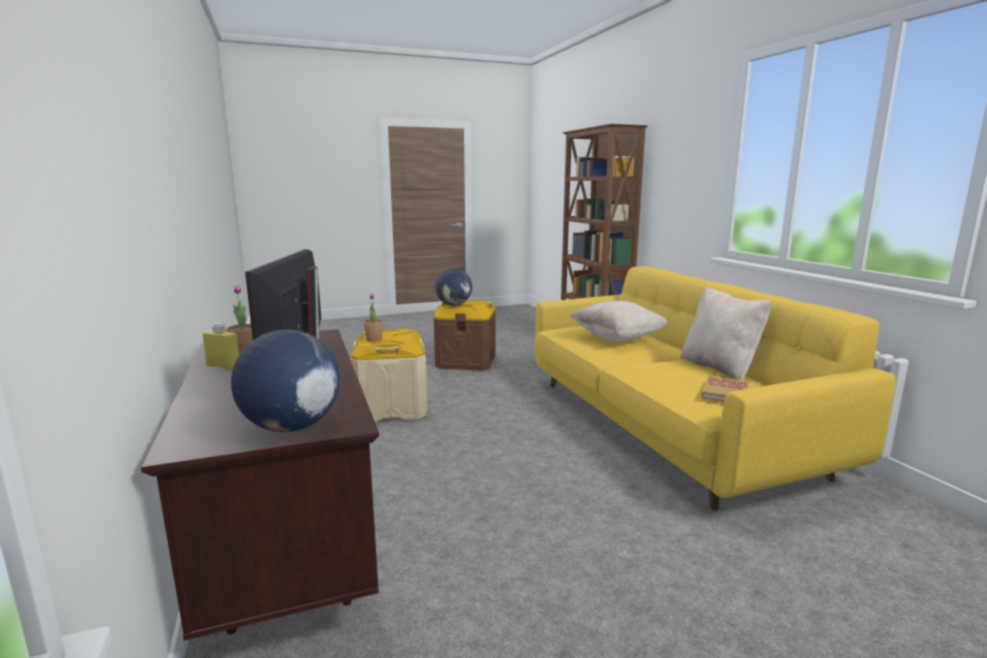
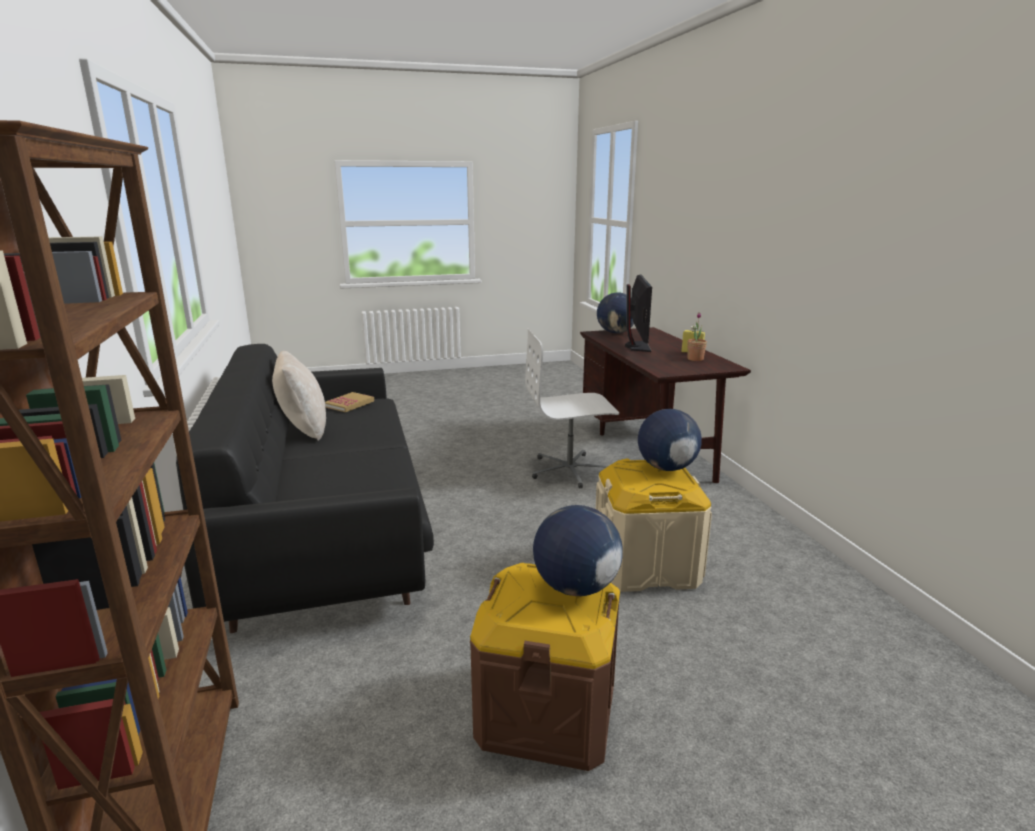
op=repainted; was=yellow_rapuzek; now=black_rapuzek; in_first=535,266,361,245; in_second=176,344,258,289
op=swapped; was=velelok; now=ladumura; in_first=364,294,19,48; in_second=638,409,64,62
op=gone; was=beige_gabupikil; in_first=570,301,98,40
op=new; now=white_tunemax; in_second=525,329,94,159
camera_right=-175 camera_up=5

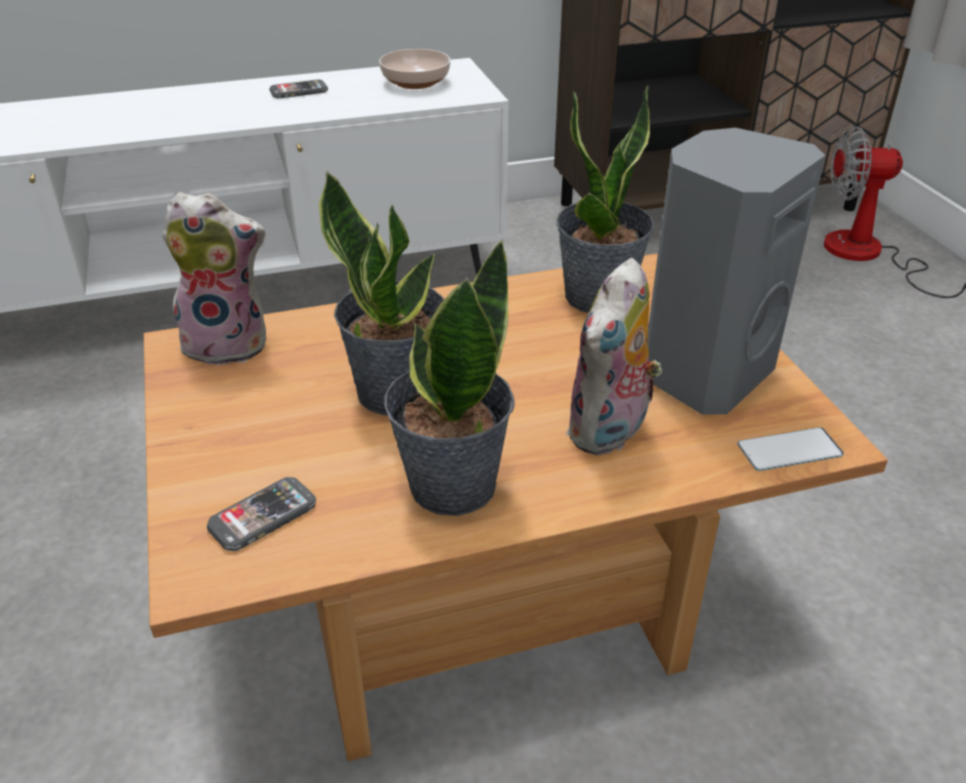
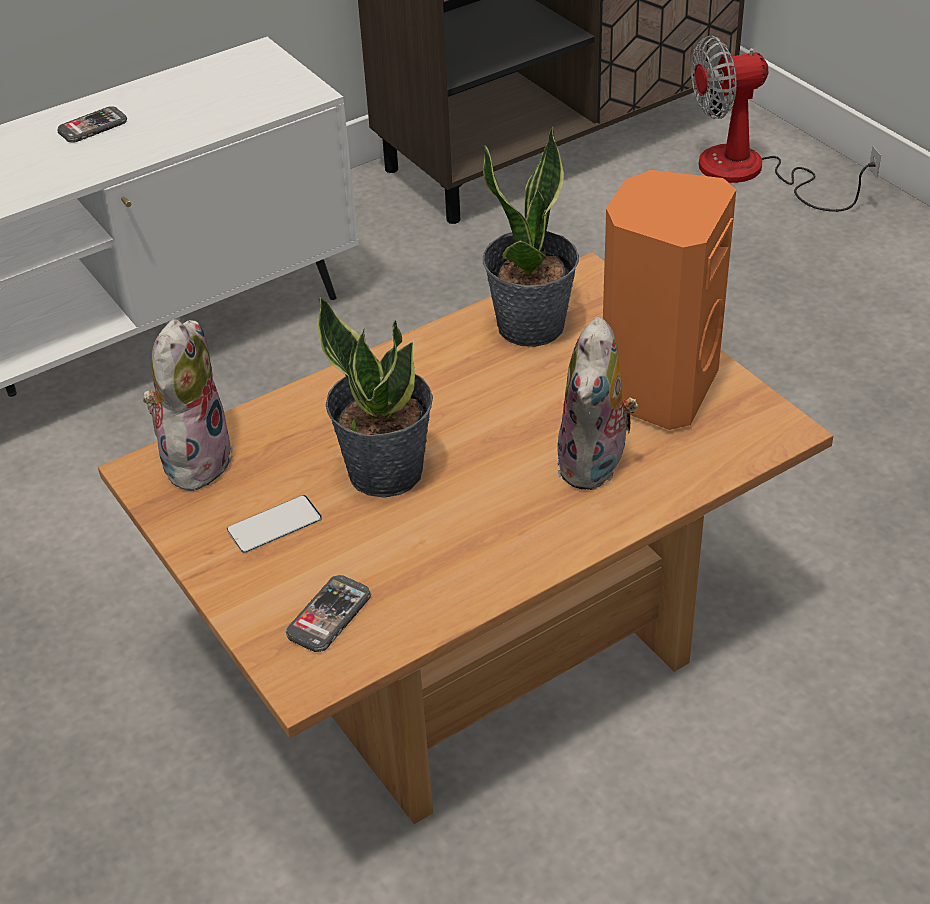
op=gone; was=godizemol; in_first=379,49,71,40
op=repainted; was=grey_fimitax; now=orange_fimitax; in_first=647,128,179,287; in_second=603,170,133,260
op=rotated; was=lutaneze; in_first=162,192,104,173; in_second=143,319,91,175; clockwise=-60
op=gone; was=velelok; in_first=384,239,131,277
op=shifted; was=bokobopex; in_first=737,427,107,44; in_second=227,495,95,58
camera_right=-15 camera_up=5

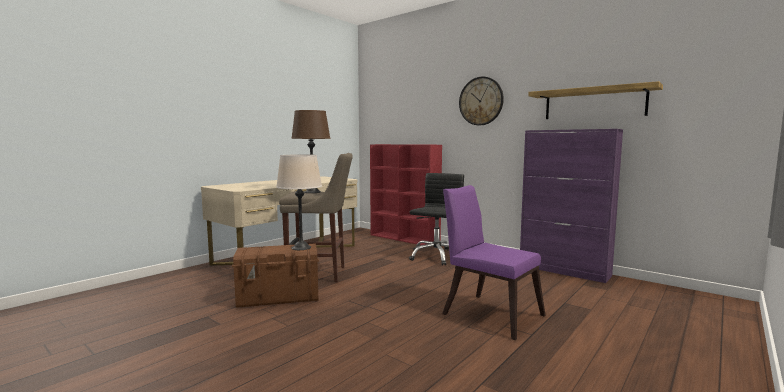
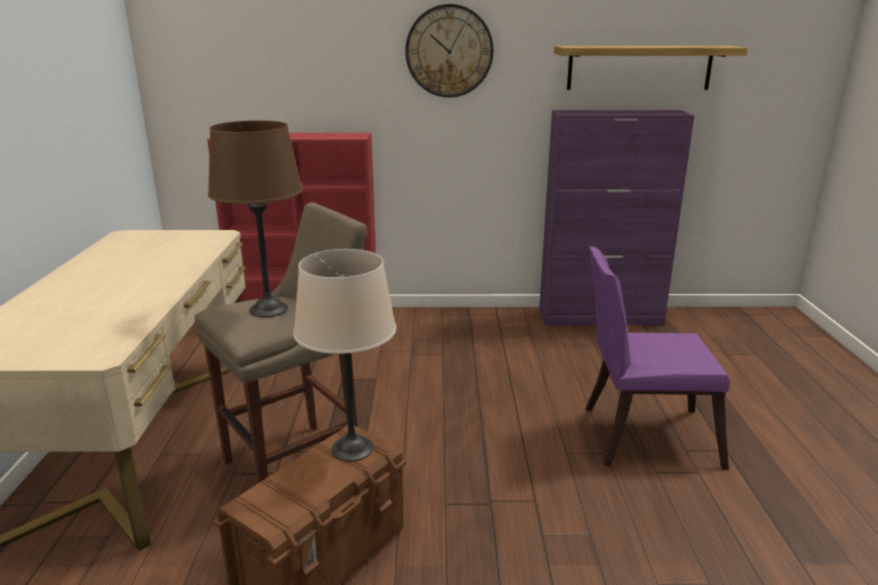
op=gone; was=black_tunemax; in_first=409,173,55,92
camera_right=-40 camera_up=15

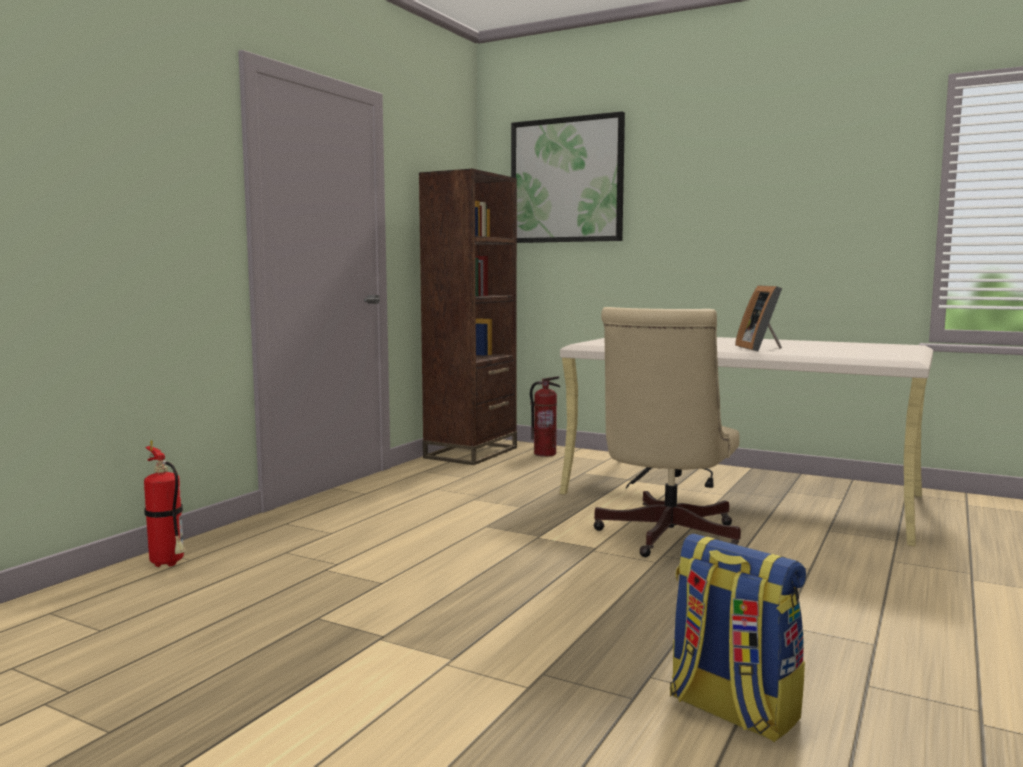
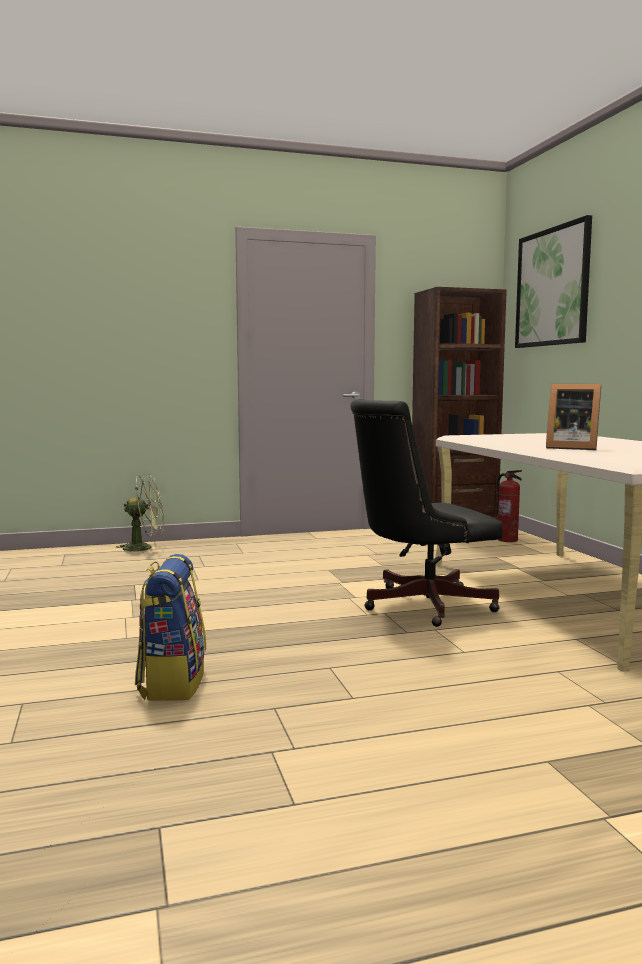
op=rotated; was=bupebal; in_first=735,285,47,66; in_second=546,384,55,66; clockwise=-105
op=repainted; was=beige_tunemax; now=black_tunemax; in_first=593,307,148,250; in_second=350,399,153,228
op=swapped; was=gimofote; now=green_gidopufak; in_first=144,440,42,127; in_second=115,474,49,80
camera_right=45 camera_up=0

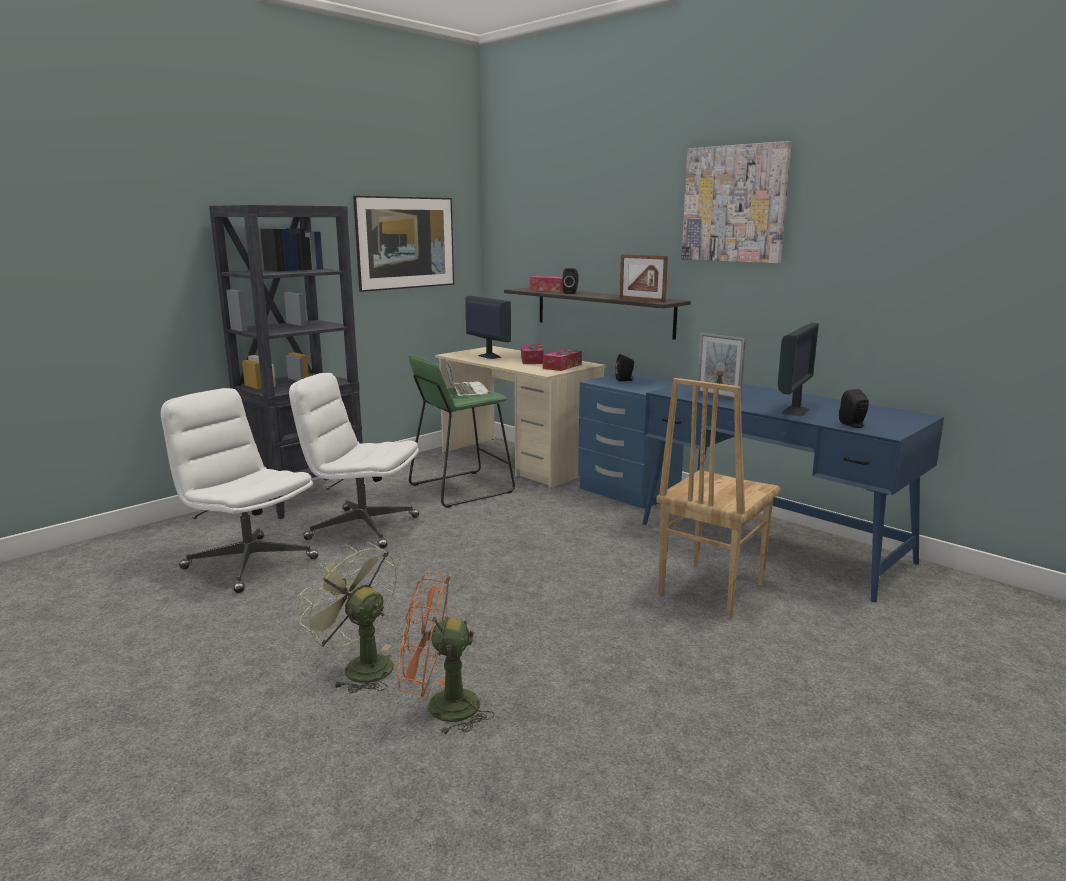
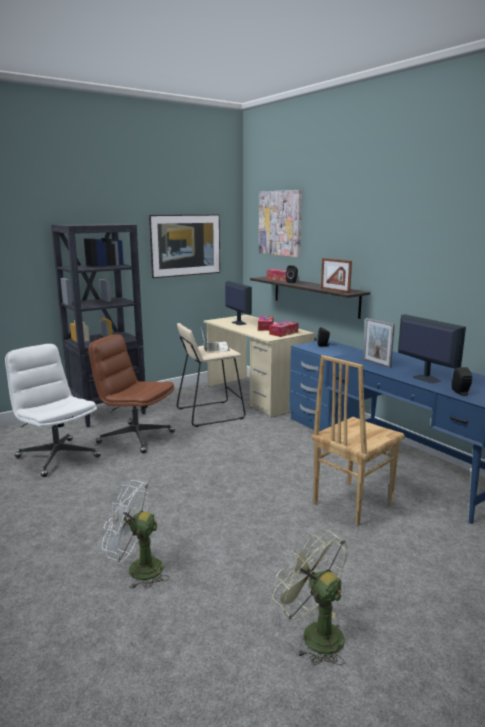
op=shifted; was=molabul; in_first=681,141,111,122; in_second=259,190,43,67
op=rotated; was=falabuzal; in_first=778,323,41,93; in_second=398,314,68,70; clockwise=-75
op=repainted; was=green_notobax; now=beige_notobax; in_first=409,355,106,153; in_second=177,323,69,104
op=repainted; was=white_tunemax; now=brown_tunemax; in_first=289,373,130,175; in_second=88,334,87,119
op=shifted; was=green_gidopufak; in_first=299,542,98,151; in_second=272,530,76,135
op=repainted; was=orange_gidopufak; now=white_gidopufak; in_first=398,572,96,164; in_second=102,480,68,109
camera_right=10 camera_up=0

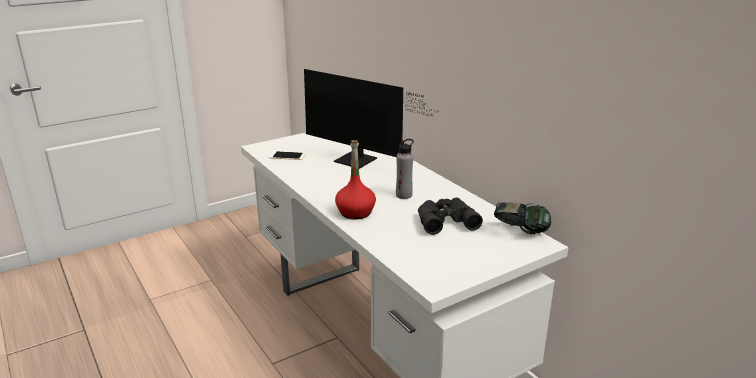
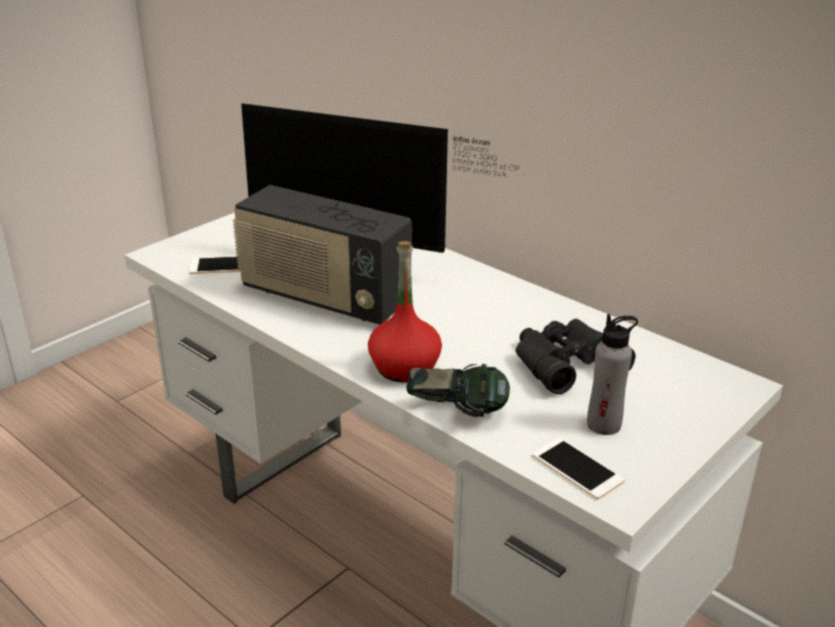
op=shifted; was=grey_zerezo; in_first=396,137,18,62; in_second=587,314,51,121
op=shifted; was=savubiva; in_first=494,202,57,32; in_second=406,364,104,53
op=new; now=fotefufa; in_second=233,185,178,140
op=new; now=bokobopex; in_second=532,438,93,61
camera_right=-15 camera_up=5

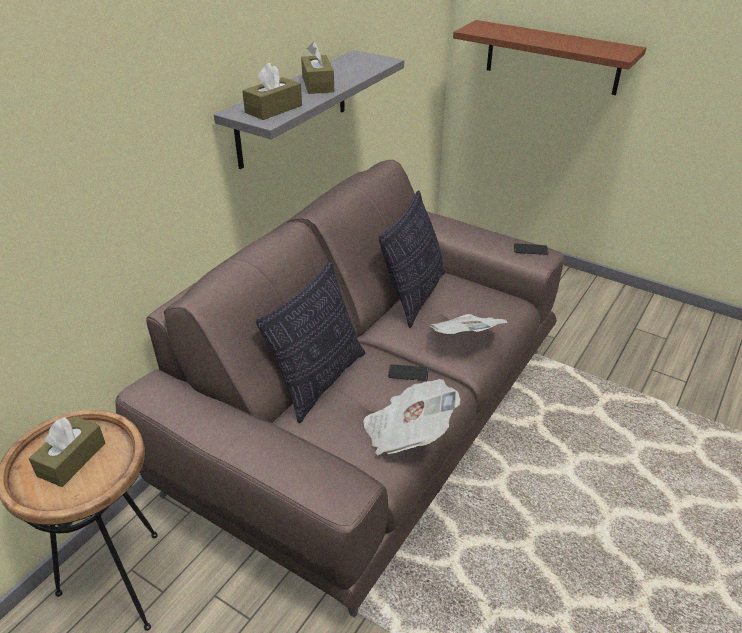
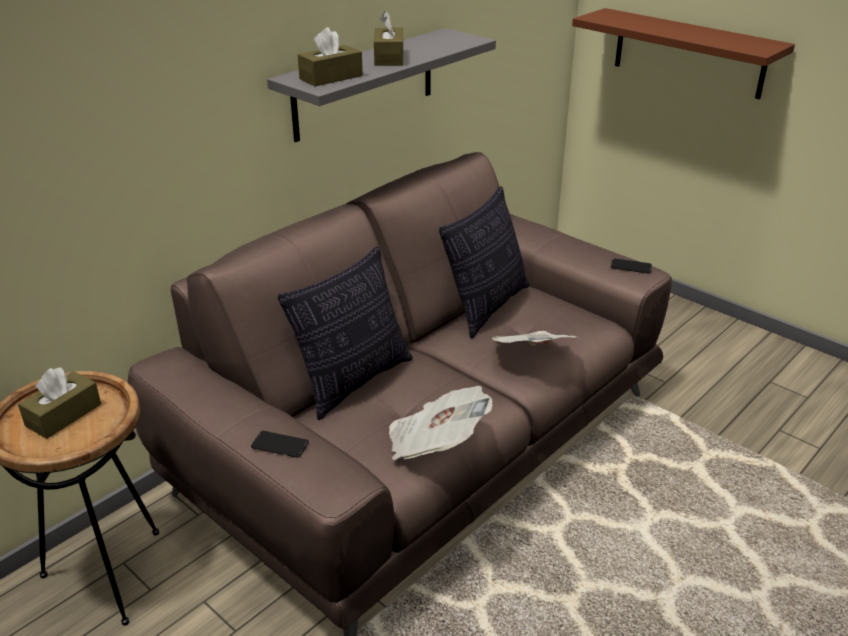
op=shifted; was=bokobopex; in_first=388,364,40,17; in_second=251,431,58,27
camera_right=10 camera_up=-5

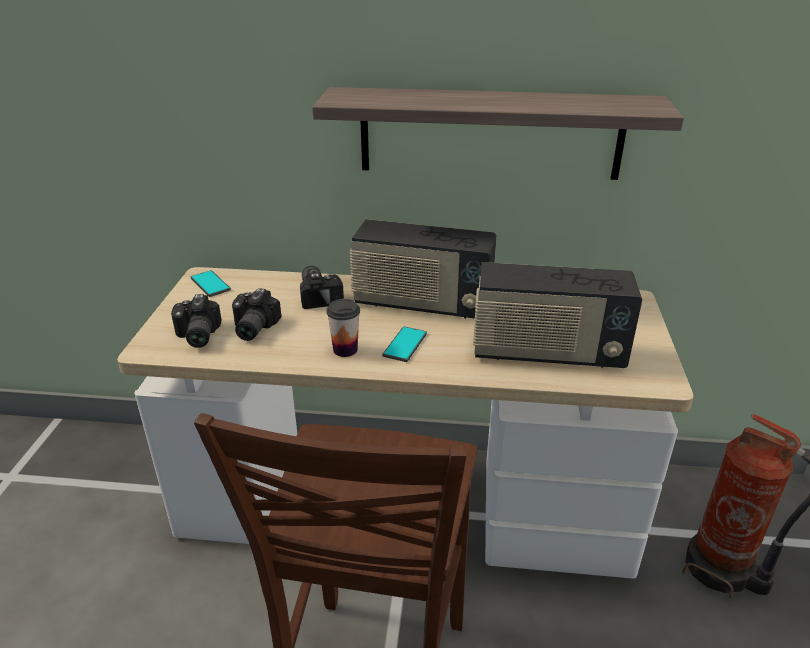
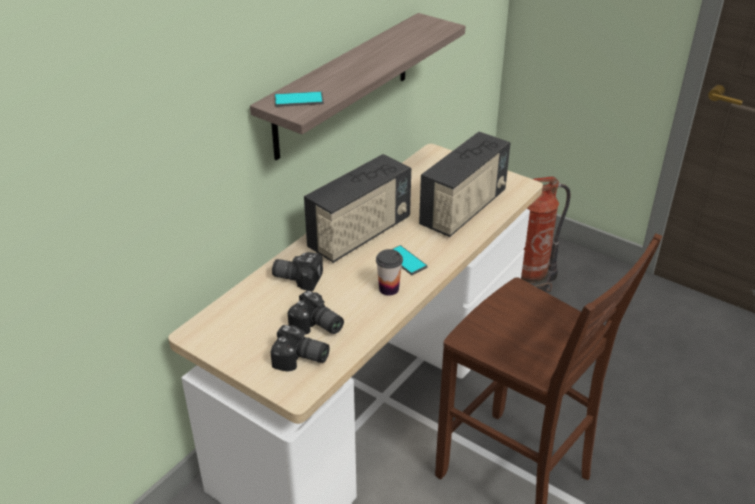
op=shifted; was=bokobopex; in_first=191,270,40,27; in_second=275,91,49,16
camera_right=-60 camera_up=5

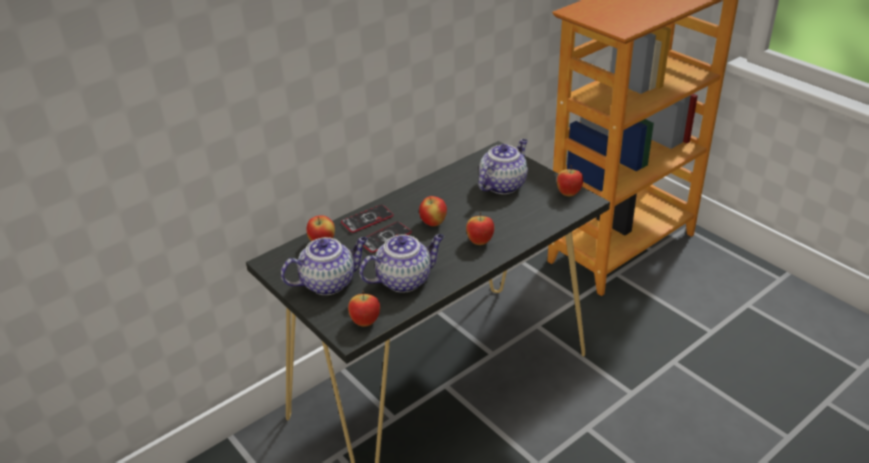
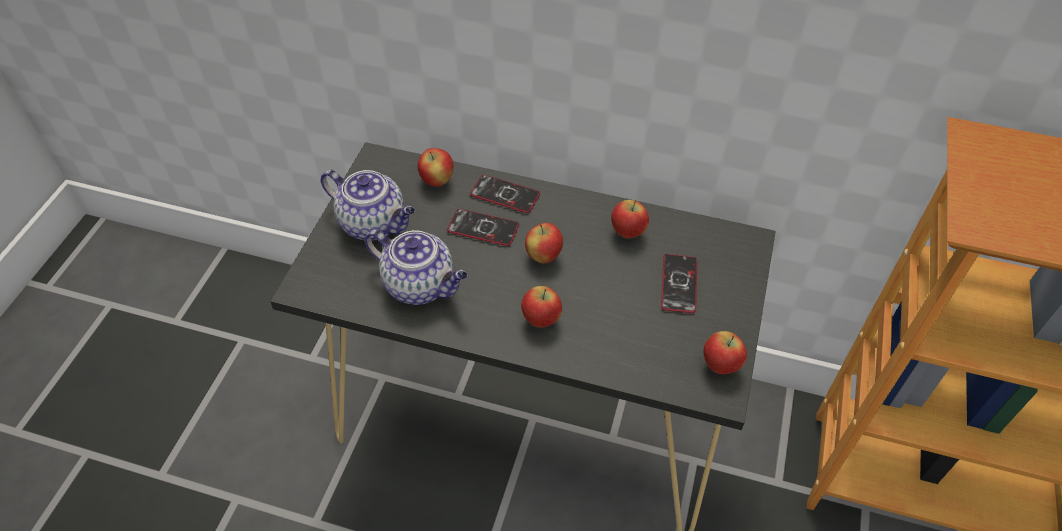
op=swapped; was=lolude; now=bokobopex; in_first=478,139,50,55; in_second=661,254,36,59
op=shifted; was=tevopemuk; in_first=348,291,32,36; in_second=611,200,38,38
camera_right=55 camera_up=15

